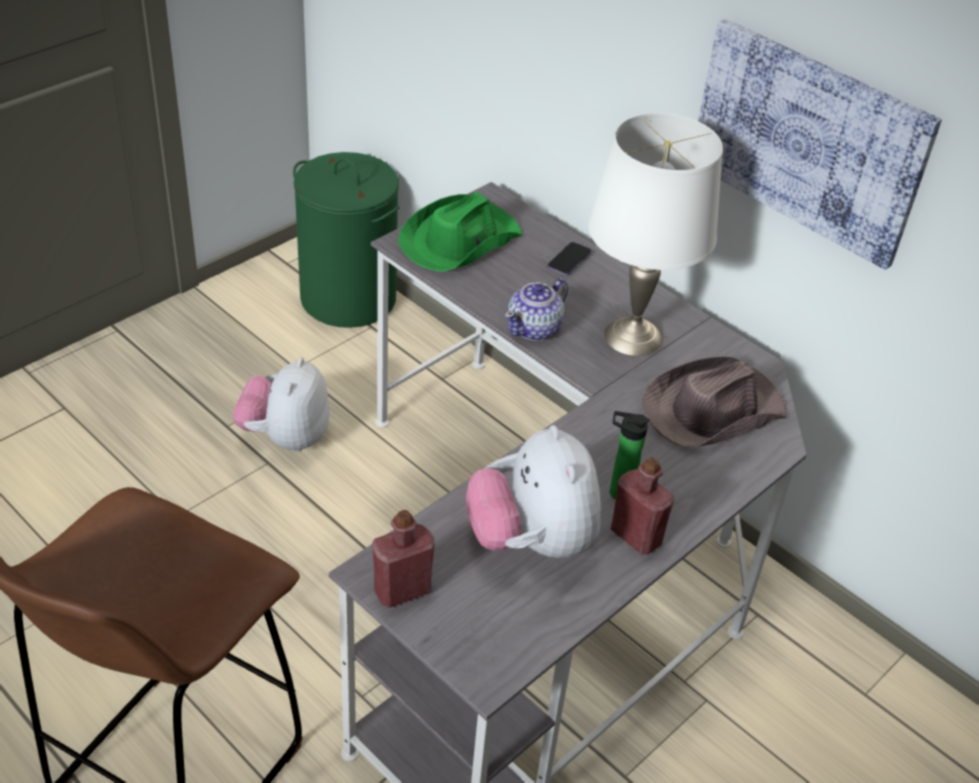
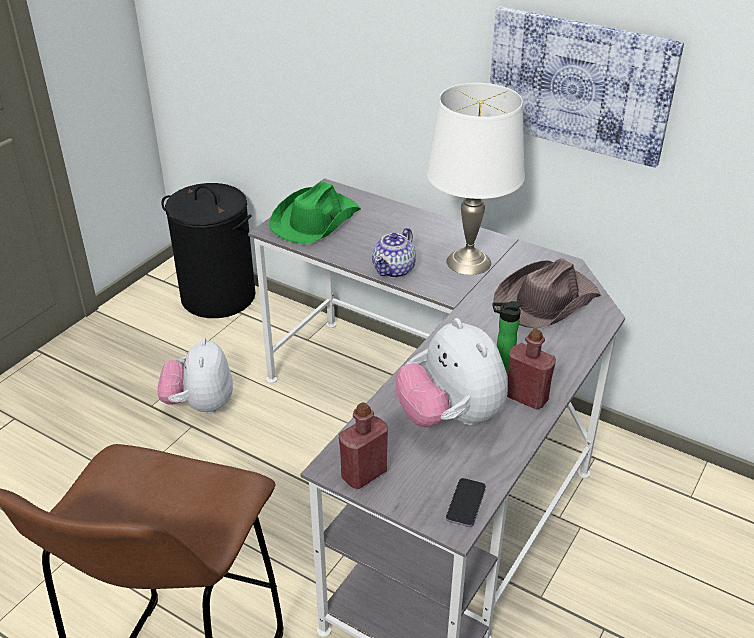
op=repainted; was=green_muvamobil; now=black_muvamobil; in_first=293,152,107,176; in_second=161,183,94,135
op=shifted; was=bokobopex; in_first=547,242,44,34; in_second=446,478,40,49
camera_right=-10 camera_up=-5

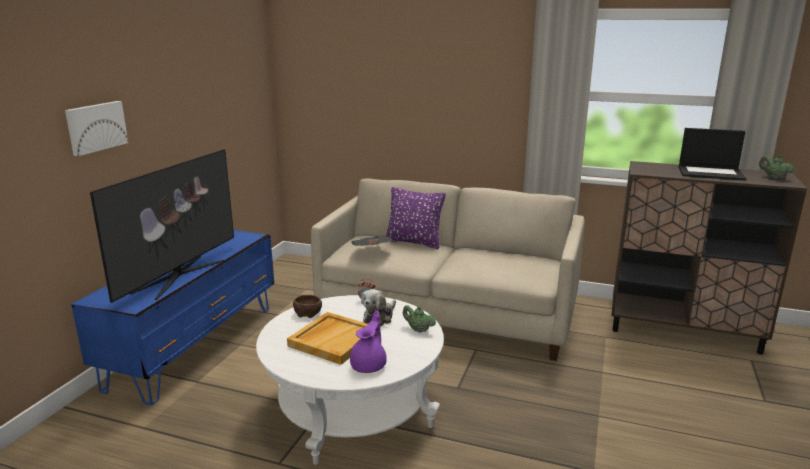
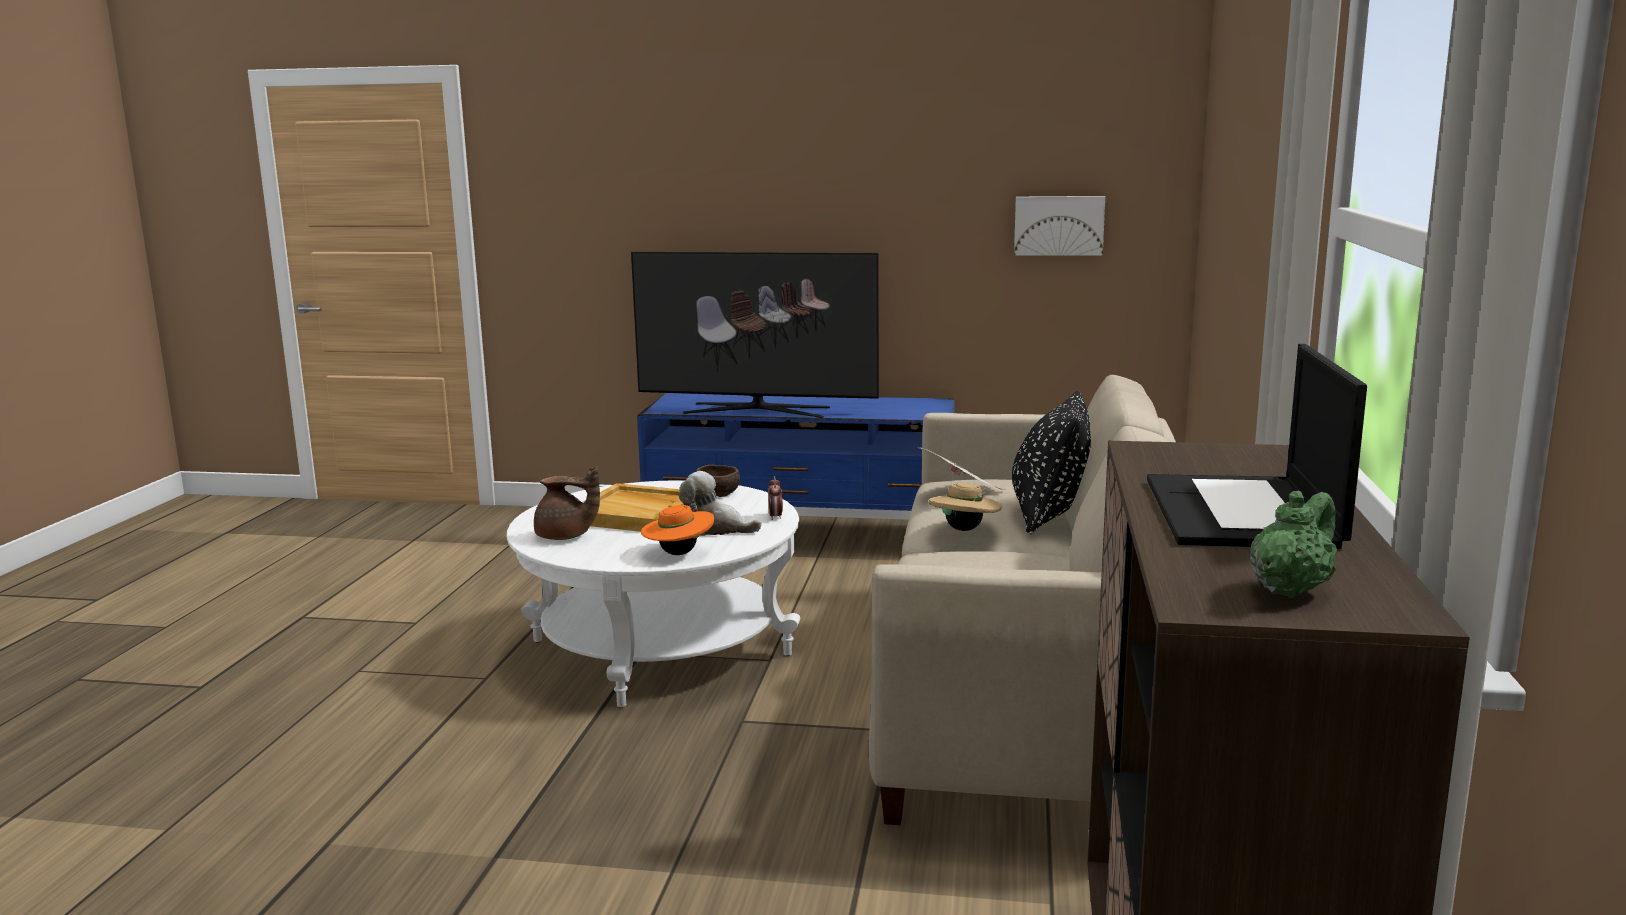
op=shifted; was=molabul; in_first=65,101,63,55; in_second=1014,196,91,60
op=repainted; was=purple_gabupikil; now=black_gabupikil; in_first=386,187,60,62; in_second=1012,391,79,143
op=swapped; was=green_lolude; now=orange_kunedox; in_first=403,305,33,28; in_second=641,501,73,54
op=repainted; was=purple_lolude; now=brown_lolude; in_first=350,310,37,63; in_second=534,467,66,73
op=new; now=beige_kunedox; in_second=929,483,73,48
camera_right=80 camera_up=-5

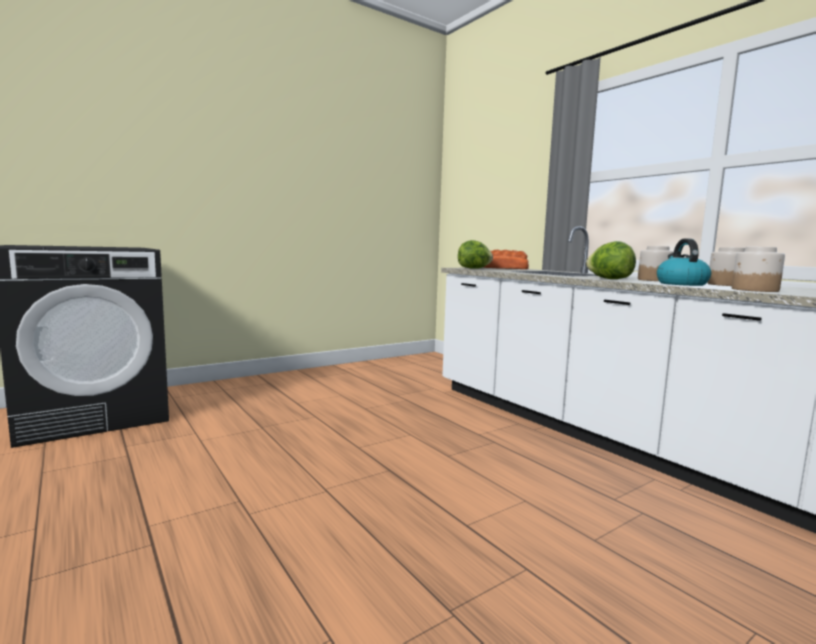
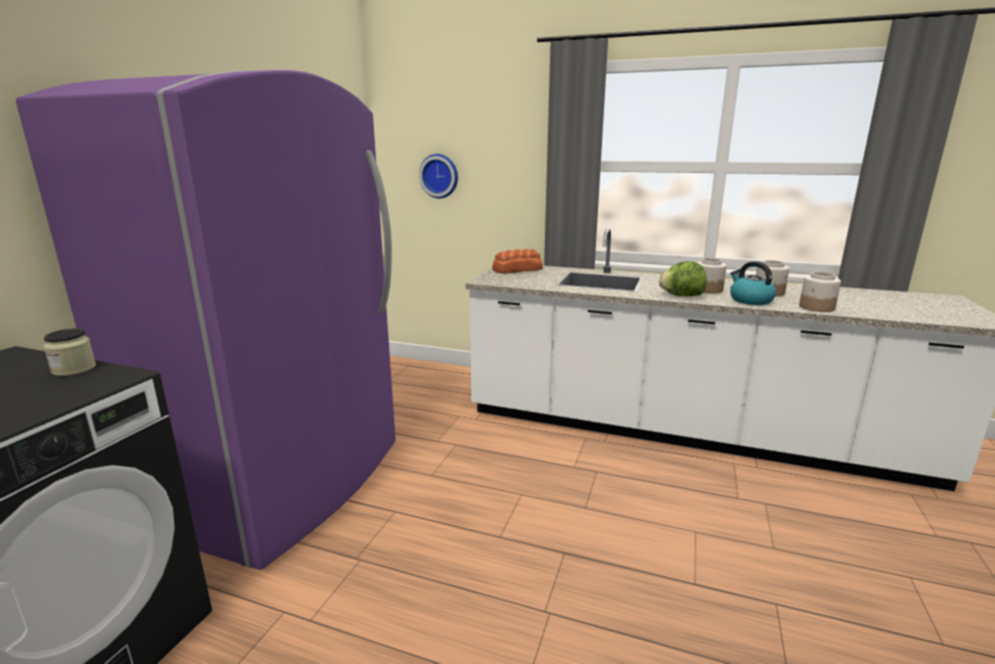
op=gone; was=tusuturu; in_first=458,240,35,29
op=new; now=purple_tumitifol; in_second=16,70,380,500
op=new; now=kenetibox; in_second=419,154,39,45
op=new; now=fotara; in_second=44,328,52,48
camera_right=-35 camera_up=10

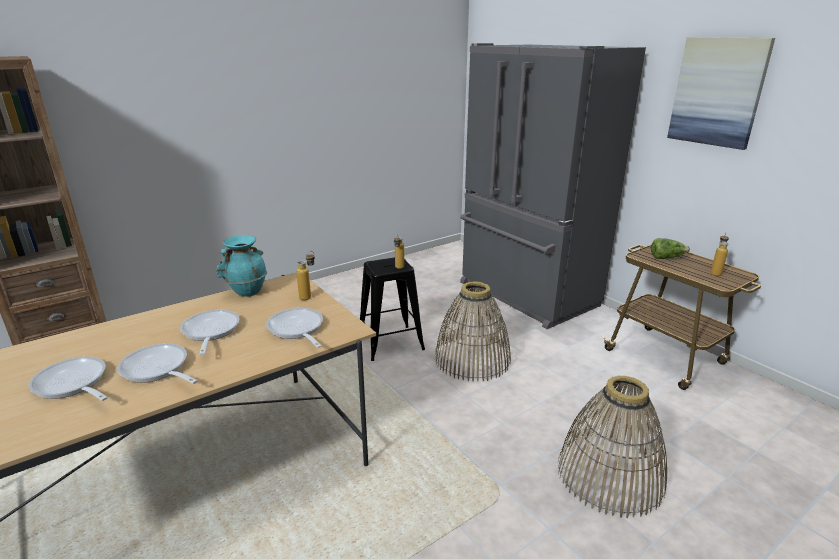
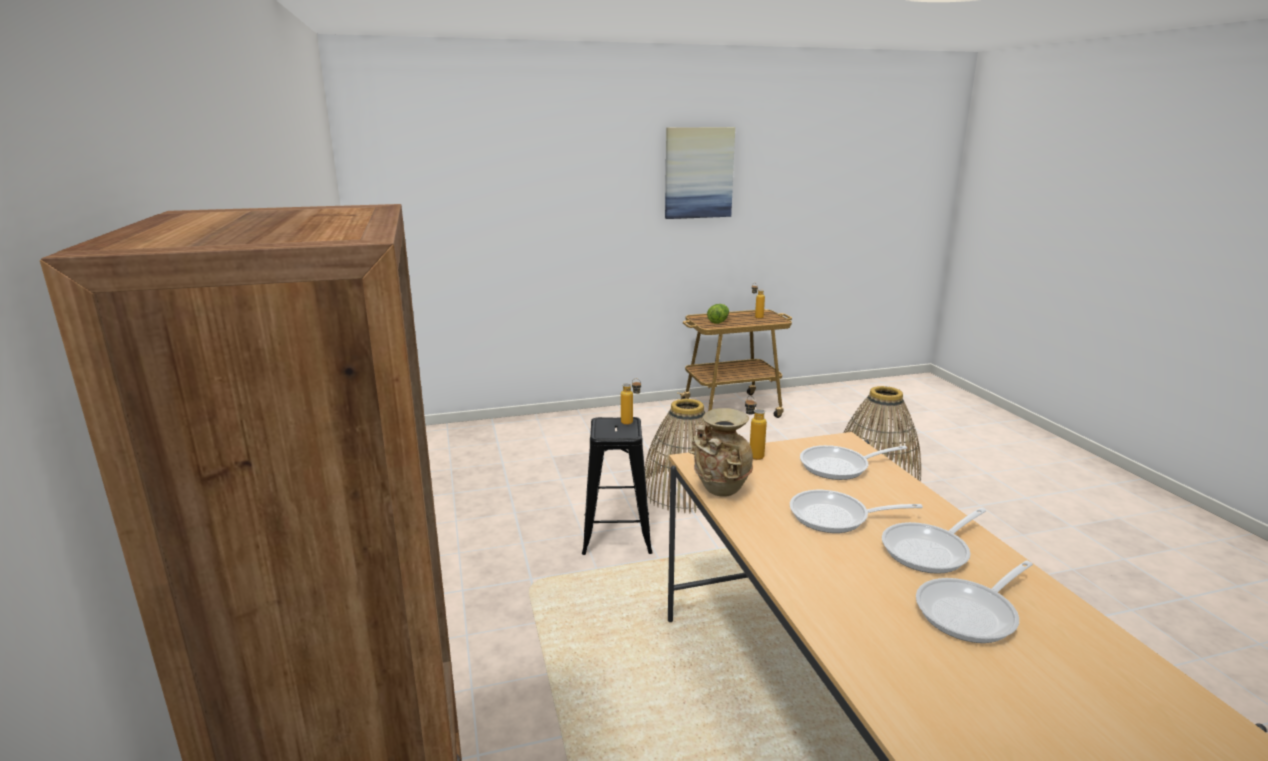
op=gone; was=grey_tumitifol; in_first=460,43,186,286
op=repainted; was=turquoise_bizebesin; now=beige_bizebesin; in_first=216,235,51,62; in_second=688,408,65,89
camera_right=-70 camera_up=-5

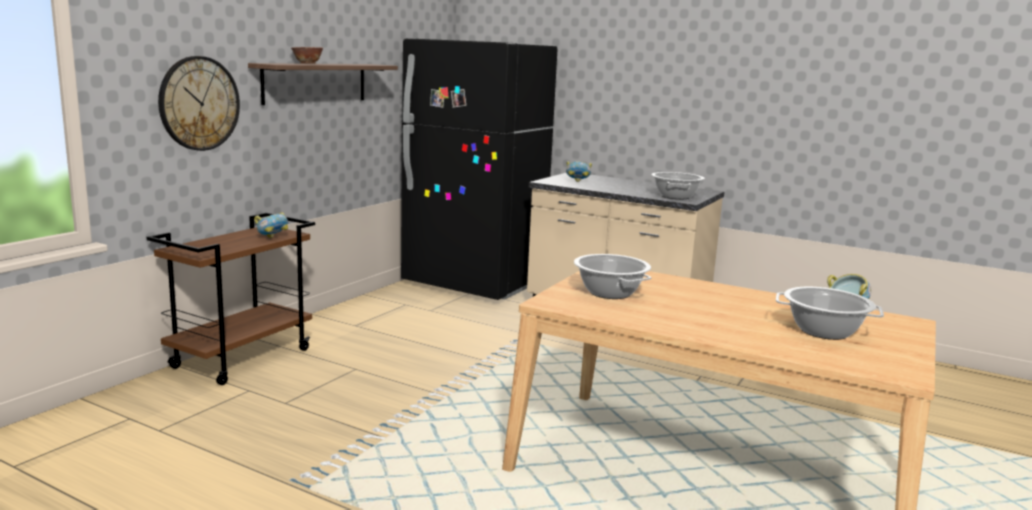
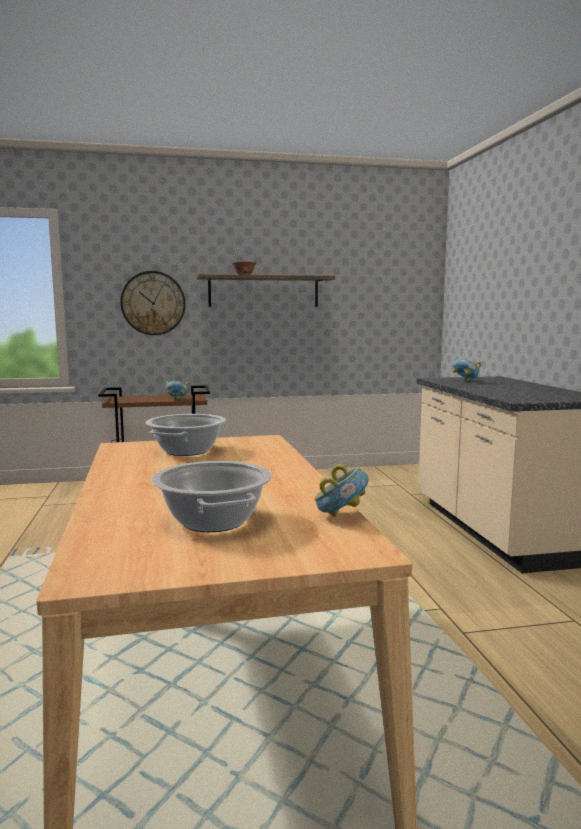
op=gone; was=black_tumitifol; in_first=401,39,157,261
op=gone; was=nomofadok; in_first=651,172,54,27
camera_right=50 camera_up=-5

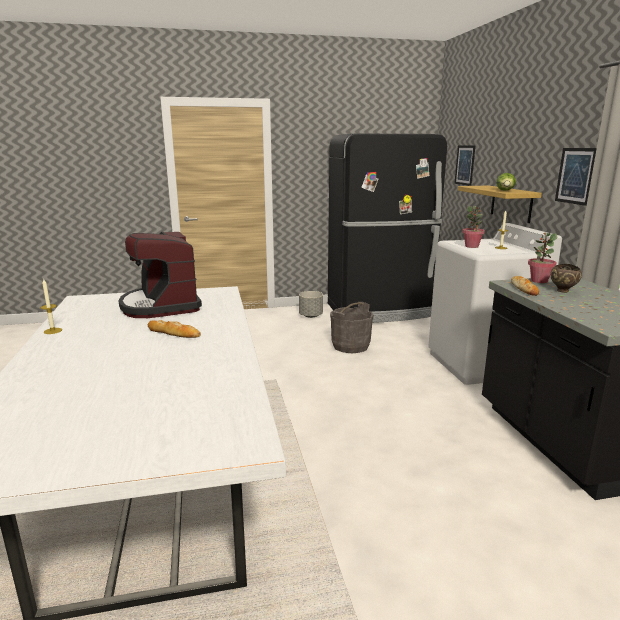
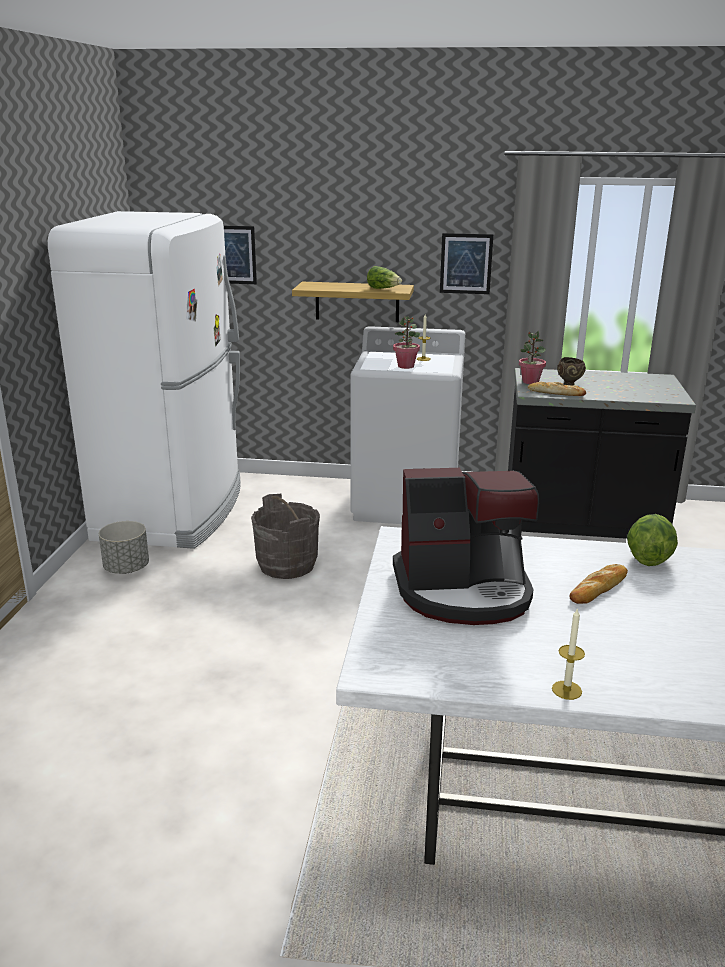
op=repainted; was=black_tumitifol; now=white_tumitifol; in_first=328,134,119,189; in_second=48,211,193,338
op=new; now=tusuturu; in_second=627,514,51,52
camera_right=-70 camera_up=5

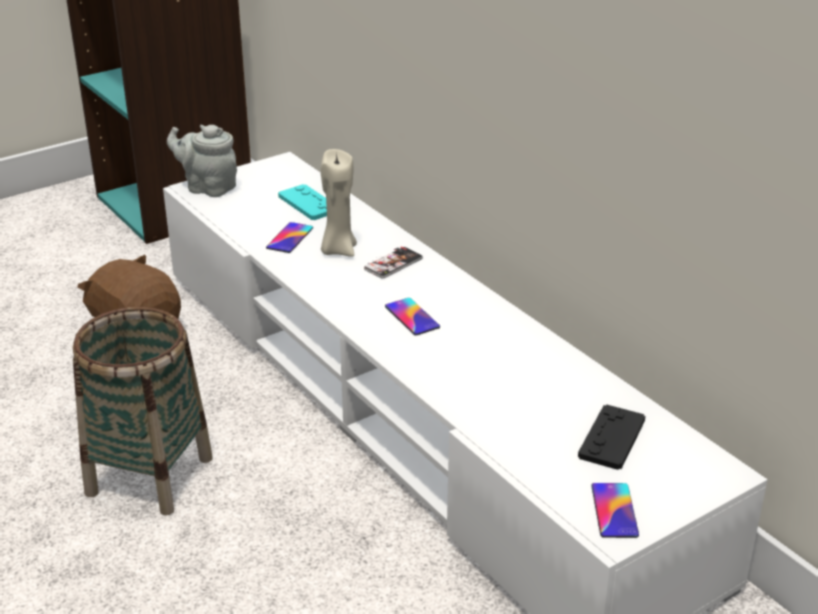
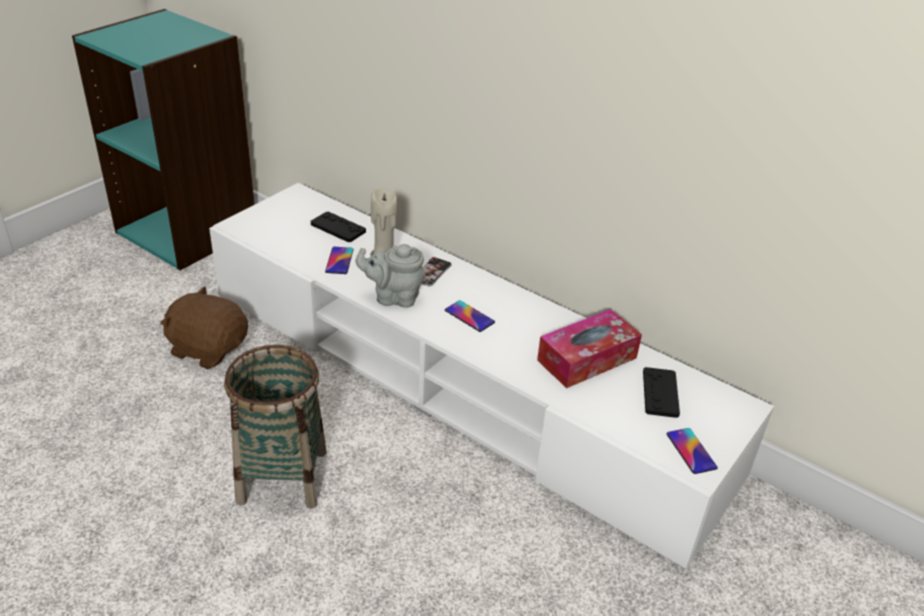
op=shifted; was=grey_lolude; in_first=167,125,70,72; in_second=356,244,70,64
op=repainted; was=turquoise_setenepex; now=black_setenepex; in_first=278,184,49,36; in_second=311,211,55,31
op=new; now=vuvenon; in_second=537,309,105,79
camera_right=-20 camera_up=5

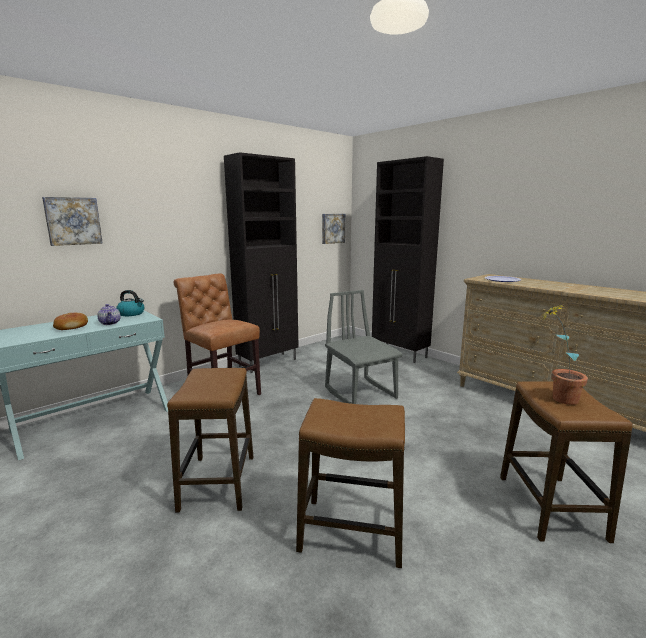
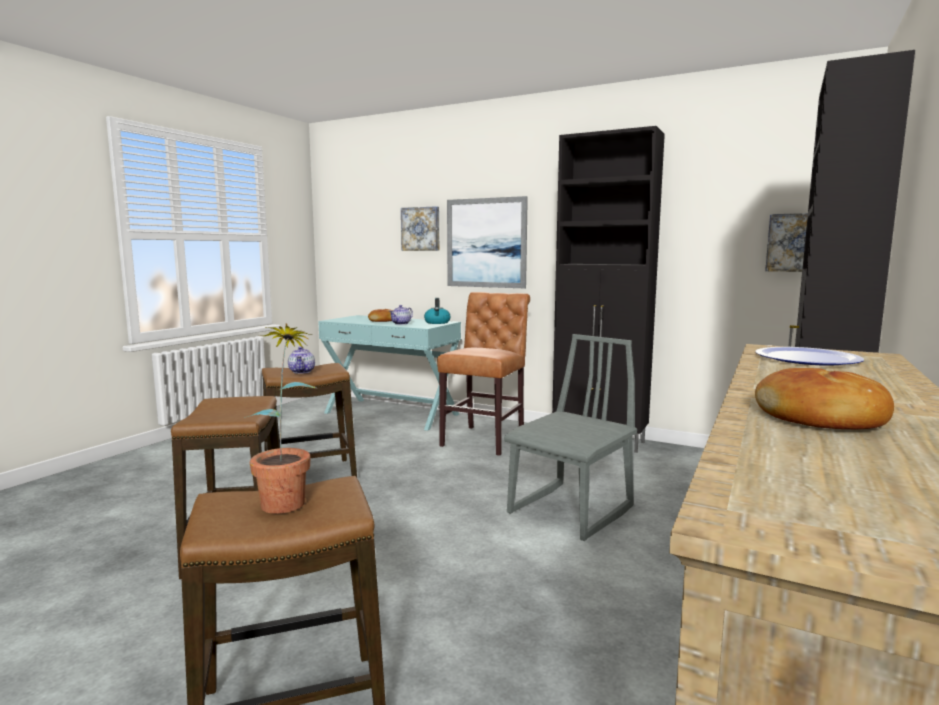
op=new; now=molabul; in_second=447,196,81,92
op=new; now=lolude; in_second=288,346,27,28
op=new; now=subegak; in_second=755,368,139,61
camera_right=70 camera_up=-5

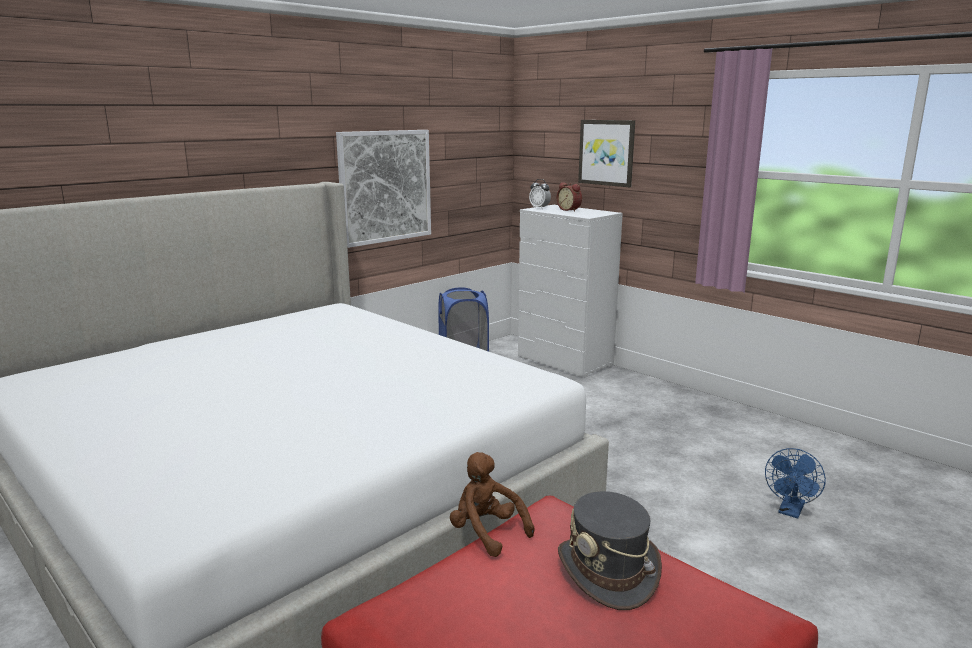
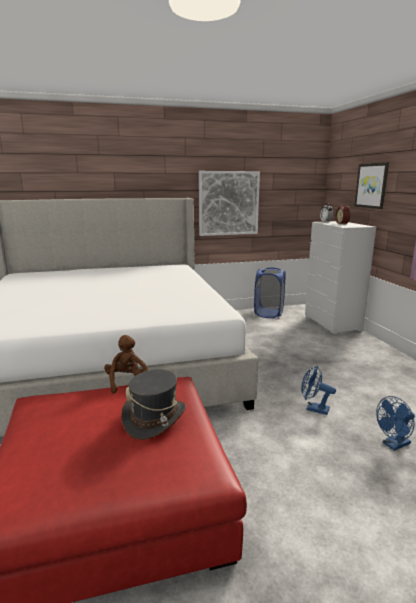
op=new; now=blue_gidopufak; in_second=301,366,35,49
camera_right=30 camera_up=0

